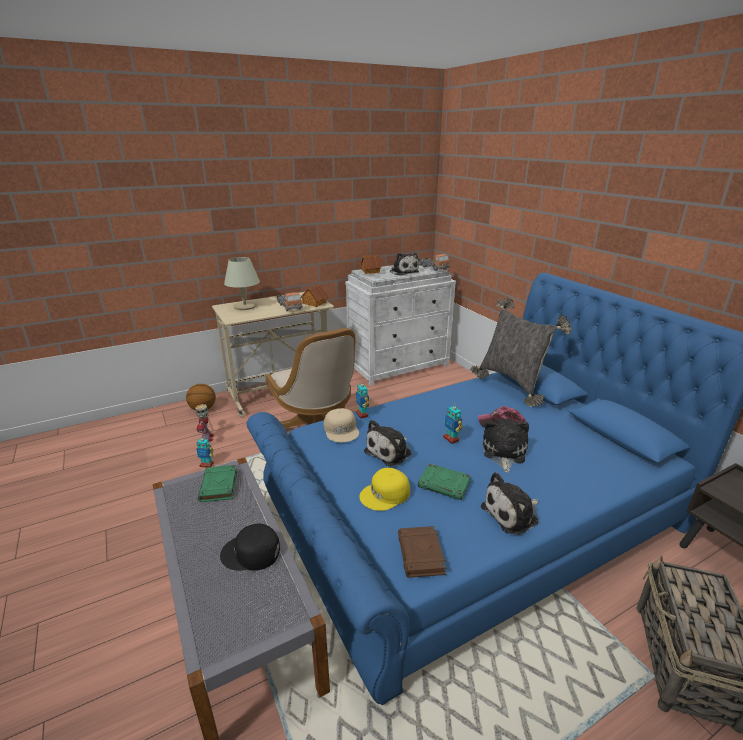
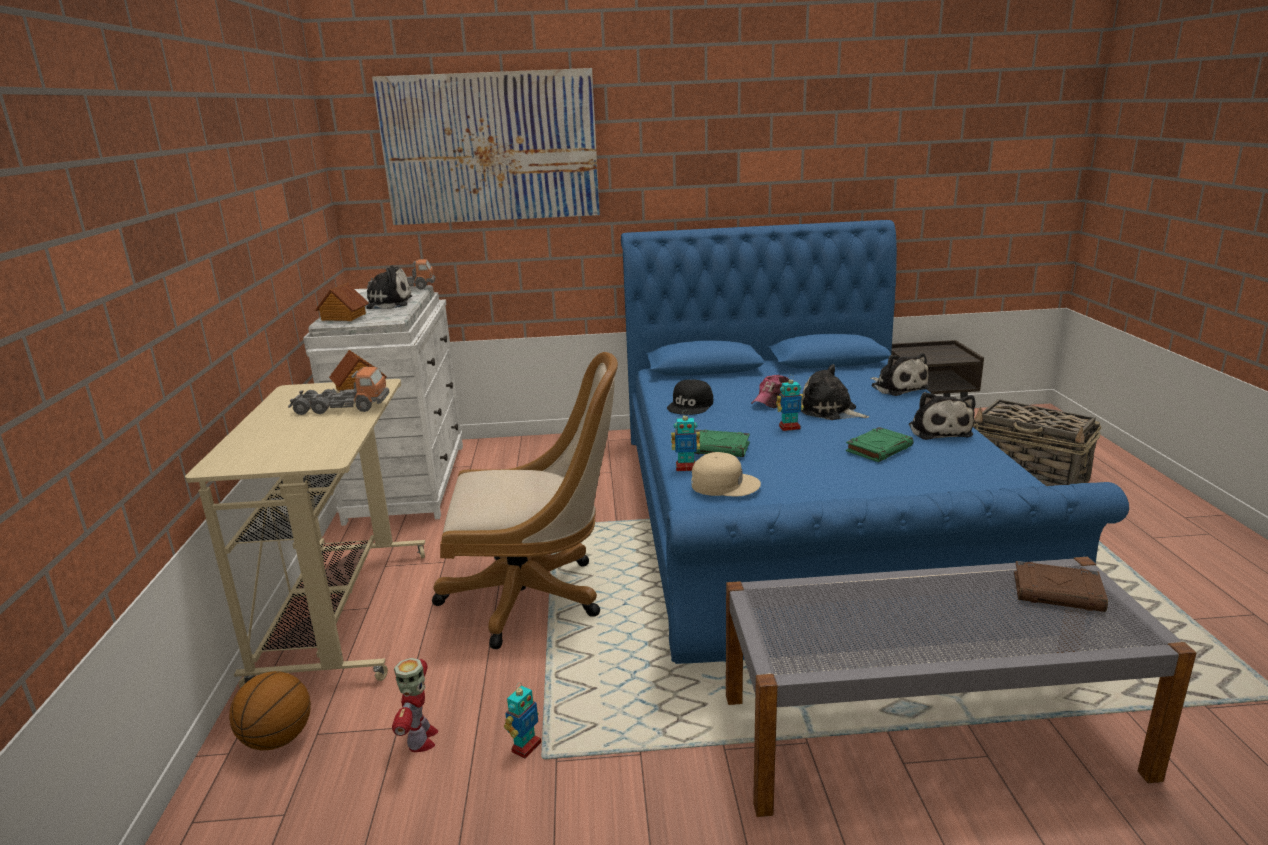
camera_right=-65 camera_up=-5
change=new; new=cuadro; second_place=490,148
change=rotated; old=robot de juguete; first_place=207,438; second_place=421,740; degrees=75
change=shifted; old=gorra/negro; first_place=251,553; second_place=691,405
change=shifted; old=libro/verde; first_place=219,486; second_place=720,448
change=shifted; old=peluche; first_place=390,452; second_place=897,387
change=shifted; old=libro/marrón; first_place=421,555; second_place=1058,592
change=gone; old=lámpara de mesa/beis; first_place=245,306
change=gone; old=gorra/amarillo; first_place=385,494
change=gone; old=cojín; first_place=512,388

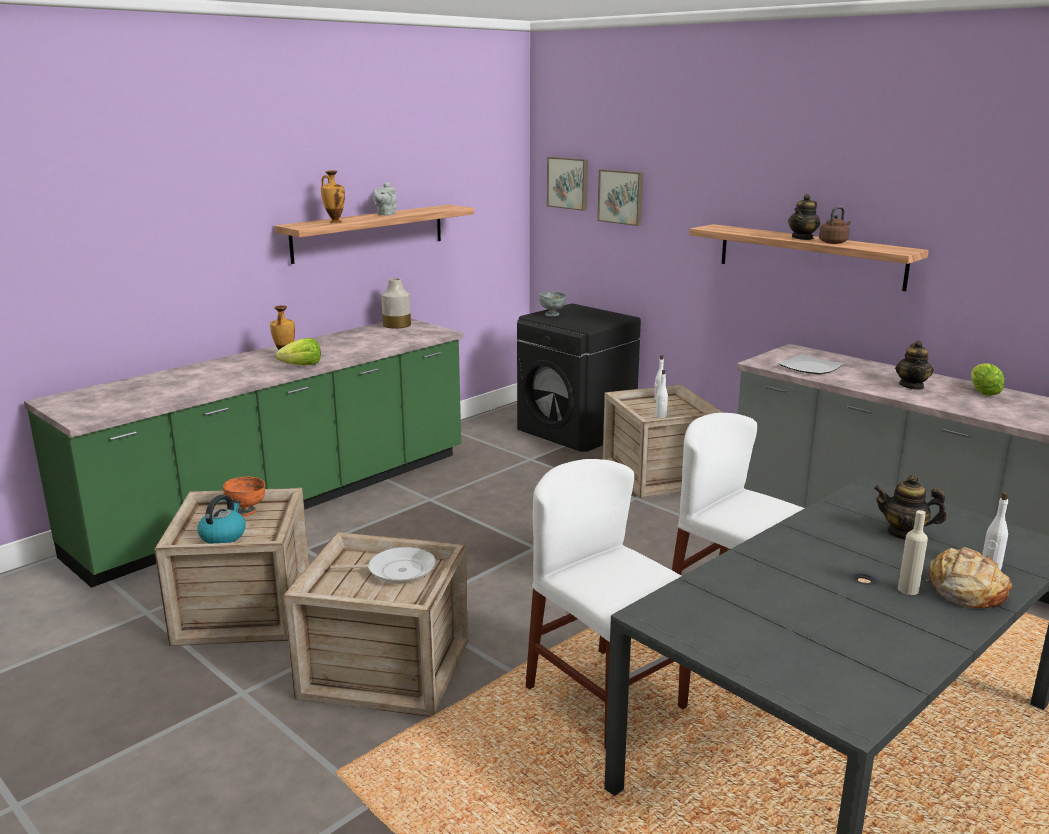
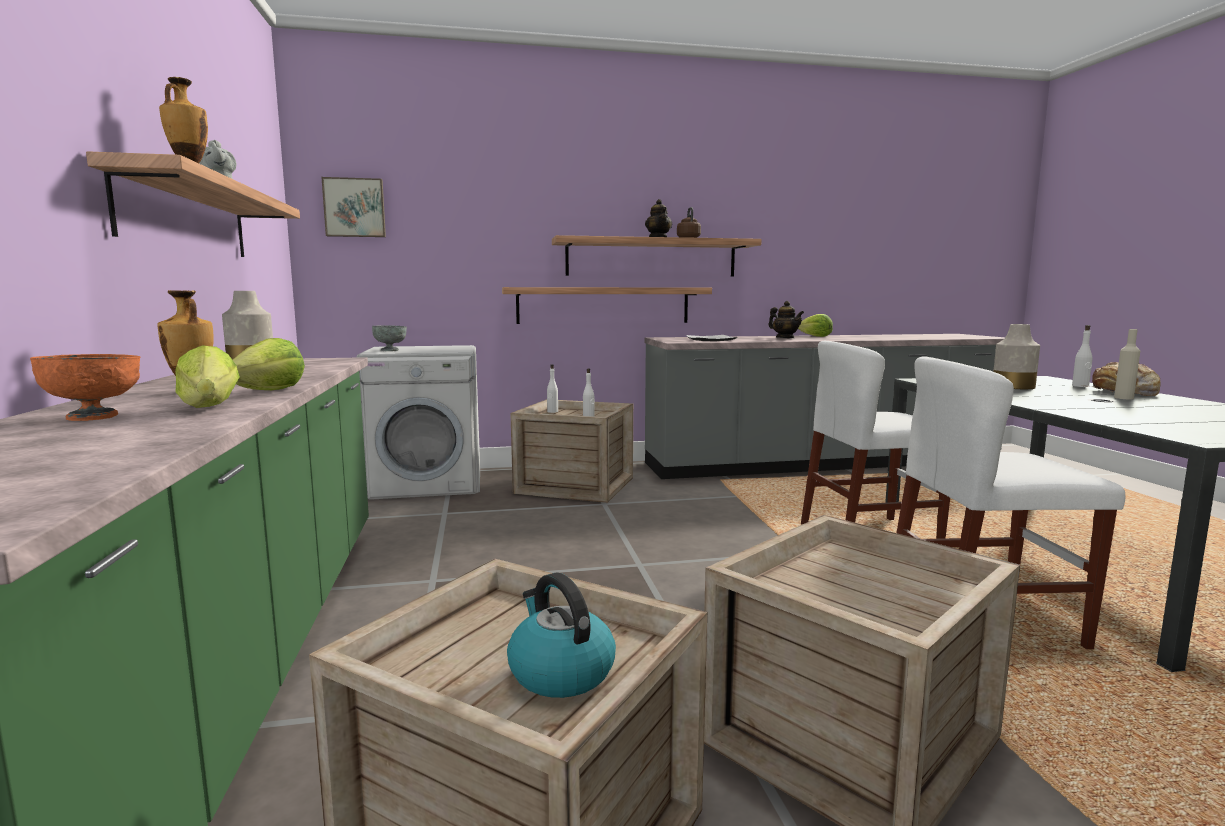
camera_right=-55 camera_up=-10
change=shifted; old=cuenco/naranja; first_place=246,511; second_place=94,417
change=new; new=lechuga; second_place=210,407
change=repainted; old=lavadora/negro; new=lavadora/blanco; first_place=575,431; second_place=428,484
change=new; new=estante; second_place=603,305
change=swapped; old=tetera; new=florero/beis; first_place=904,533; second_place=1014,386
change=gone; old=sartén; first_place=397,570
change=gone; old=cuadro; first_place=621,197

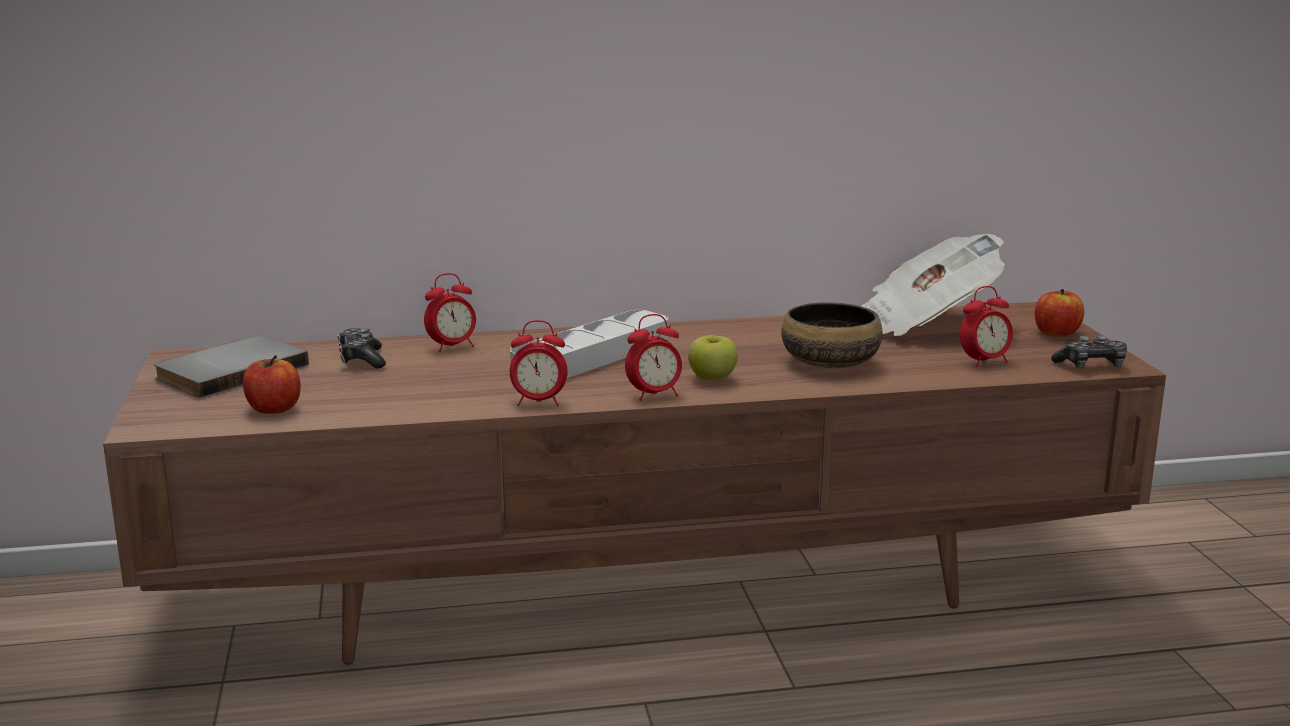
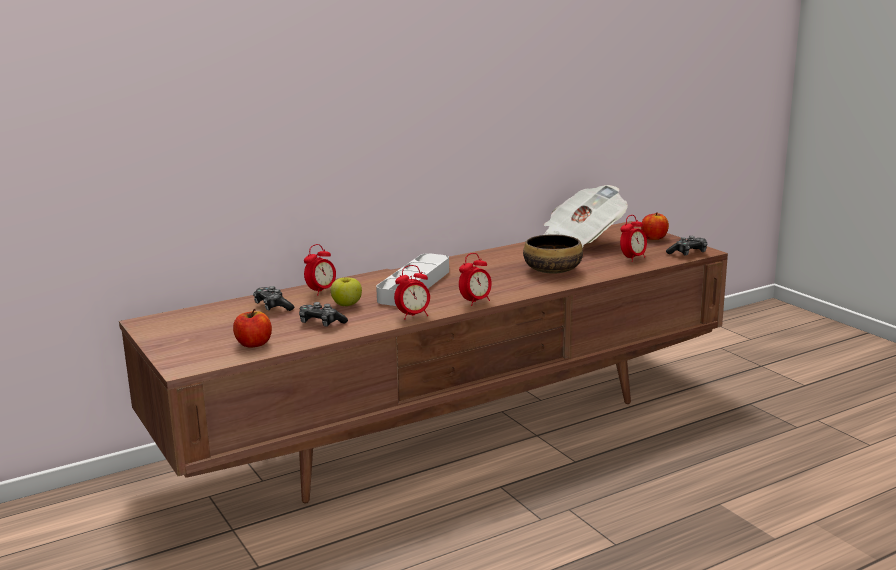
camera_right=-20 camera_up=0
change=new; new=mando de consola; second_place=321,323
change=shifted; old=manzana; first_place=712,378; second_place=347,304
change=gone; old=libro/gris; first_place=229,371

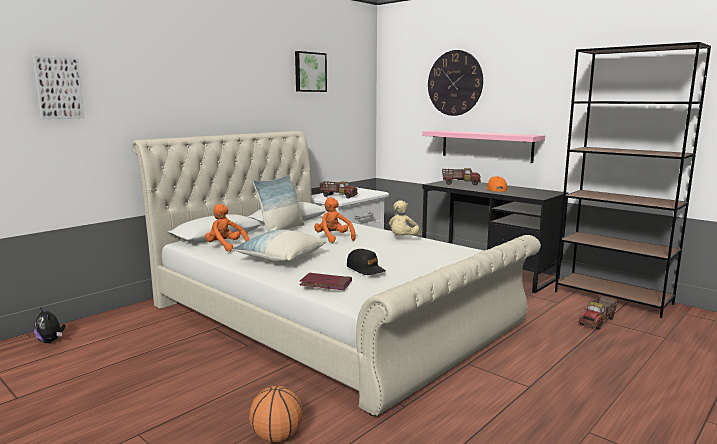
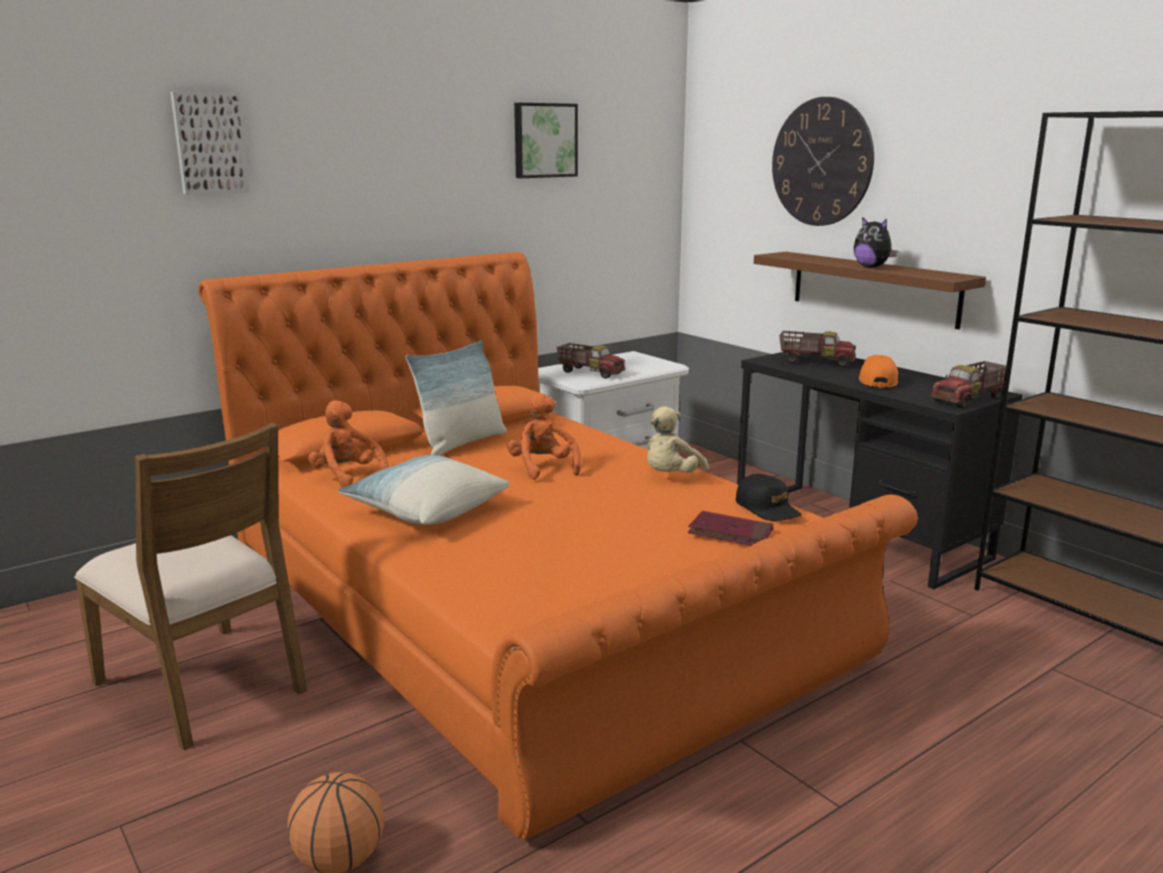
camera_right=10 camera_up=5
change=new; new=silla/marrón; second_place=204,685
change=shifted; old=cuadro; first_place=58,88; second_place=209,143
change=repainted; old=cama/beis; new=cama/naranja; first_place=328,314; second_place=524,605
change=shifted; old=libro/rojo; first_place=326,284; second_place=730,533
change=shifted; old=gorra/negro; first_place=366,269; second_place=767,509
change=repainted; old=estante/rosa; new=estante/marrón; first_place=486,145; second_place=874,288
change=shifted; old=peluche; first_place=51,341; second_place=872,267
change=shifted; old=camión de juguete; first_place=598,321; second_place=970,400

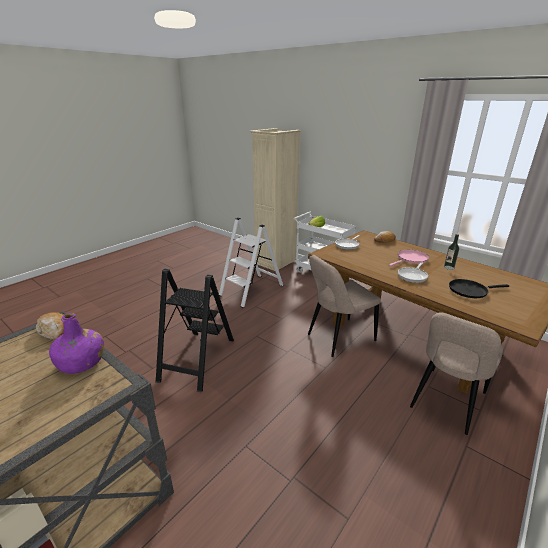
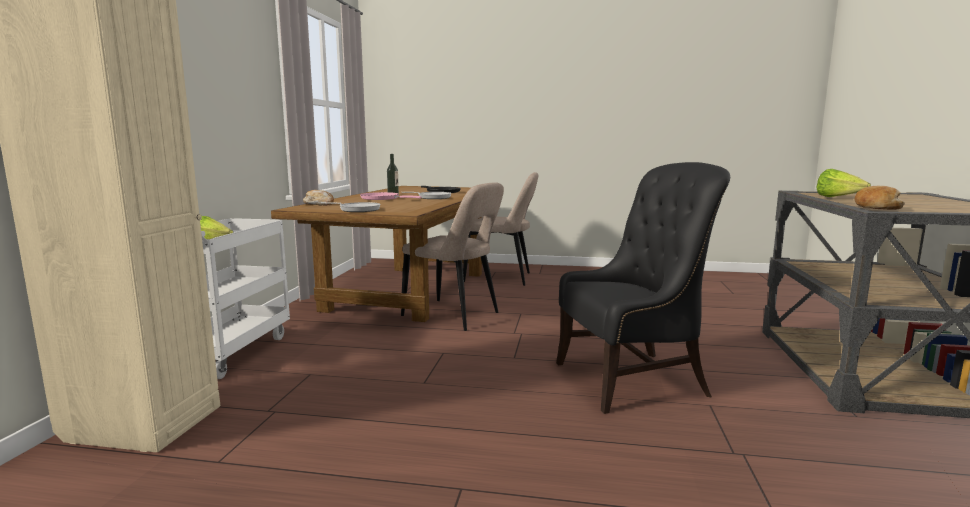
camera_right=-120 camera_up=-15
change=swapped; old=escalera de tijera/negro; new=silla/negro; first_place=197,360; second_place=632,379
change=swapped; old=botella/morado; new=lechuga; first_place=82,362; second_place=838,198
change=gone; old=escalera de tijera/blanco; first_place=252,290

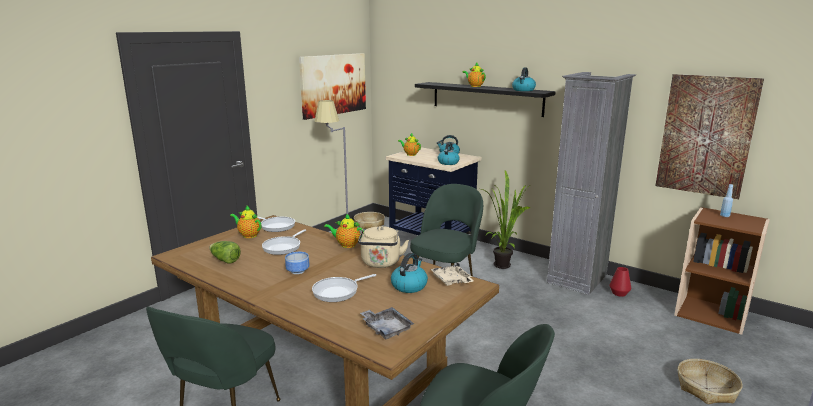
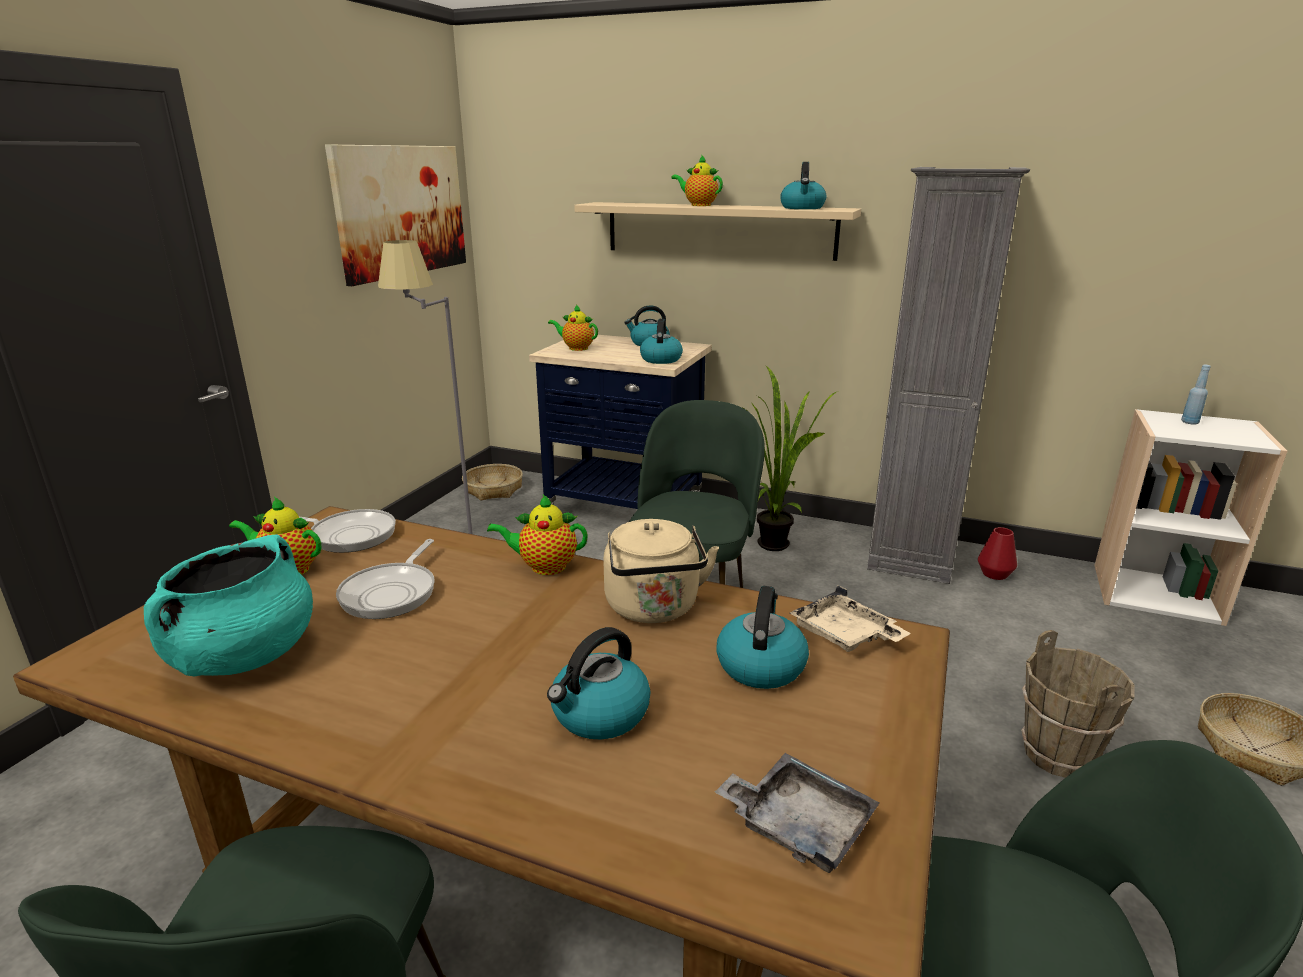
camera_right=-15 camera_up=5
change=swapped; old=lechuga; new=olla/turquesa; first_place=225,260; second_place=244,656
change=swapped; old=sartén; new=hervidor; first_place=338,291; second_place=599,714
change=repainted; old=estante/negro; new=estante/beis; first_place=486,98; second_place=719,230
change=new; new=cubo/marrón; second_place=1059,755
change=repainted; old=estantería/marrón; new=estantería/blanco; first_place=712,314; second_place=1157,593
change=gone; old=cuenco; first_place=299,271
change=gone; old=cuadro; first_place=706,135

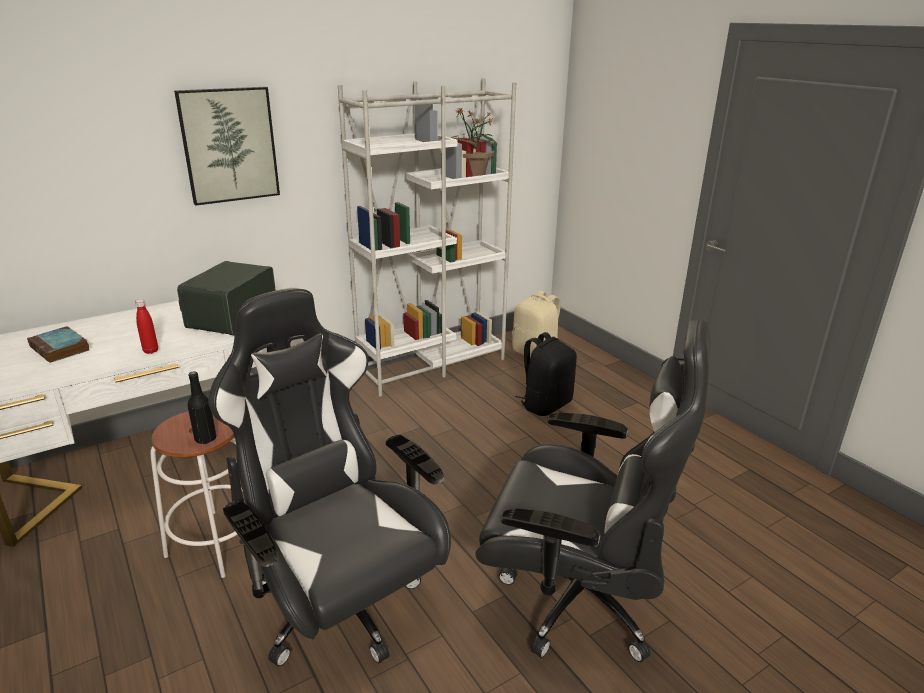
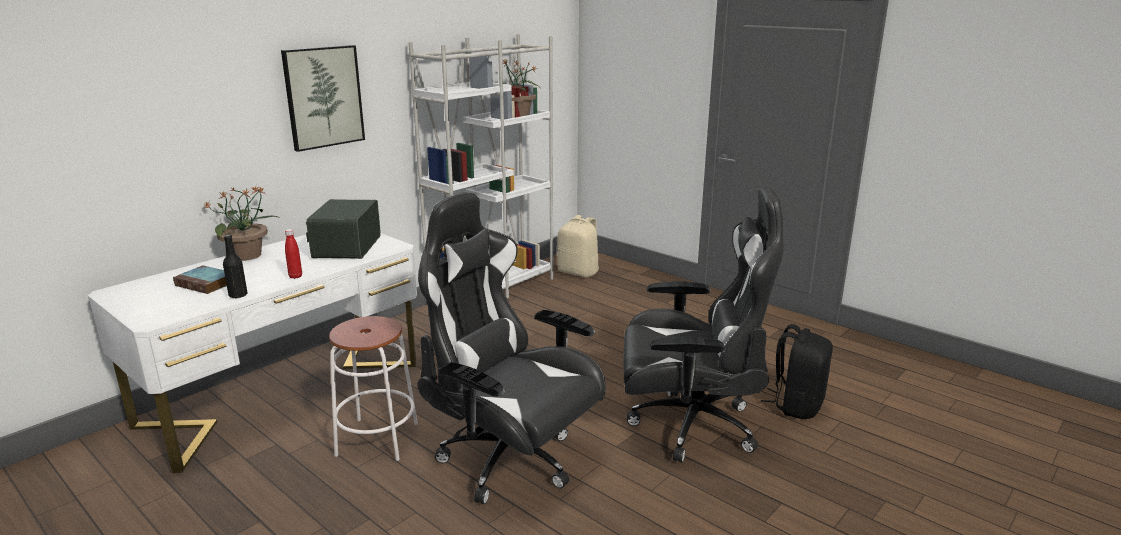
camera_right=-15 camera_up=-5
change=new; new=planta en maceta; second_place=247,255
change=shifted; old=botella/negro; first_place=205,439; second_place=238,295
change=shifted; old=mochila/negro; first_place=545,404; second_place=796,405

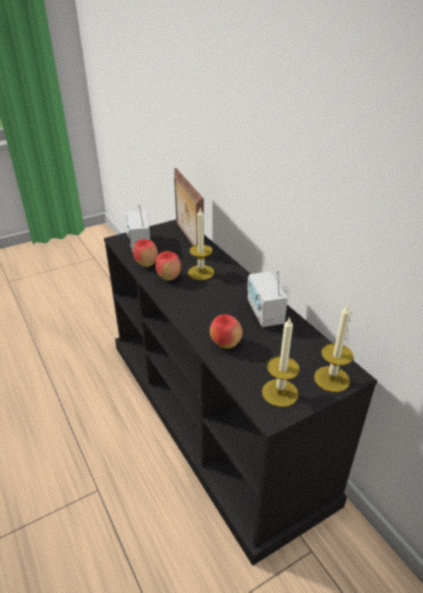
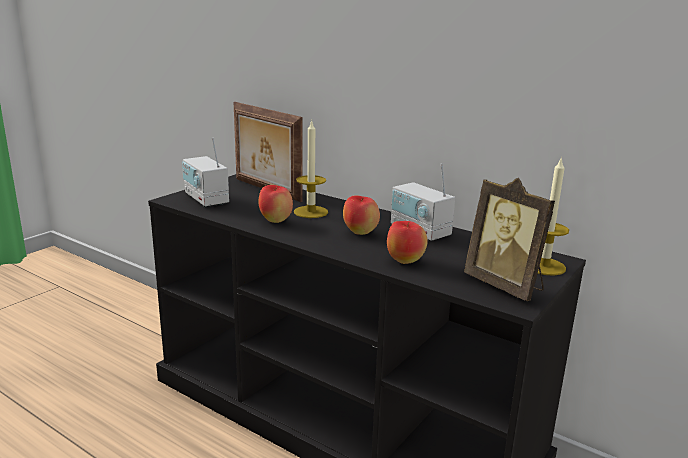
camera_right=-25 camera_up=-15
change=shifted; old=manzana; first_place=146,264; second_place=360,233
change=swapped; old=vela; new=portarretratos; first_place=280,393; second_place=506,286

